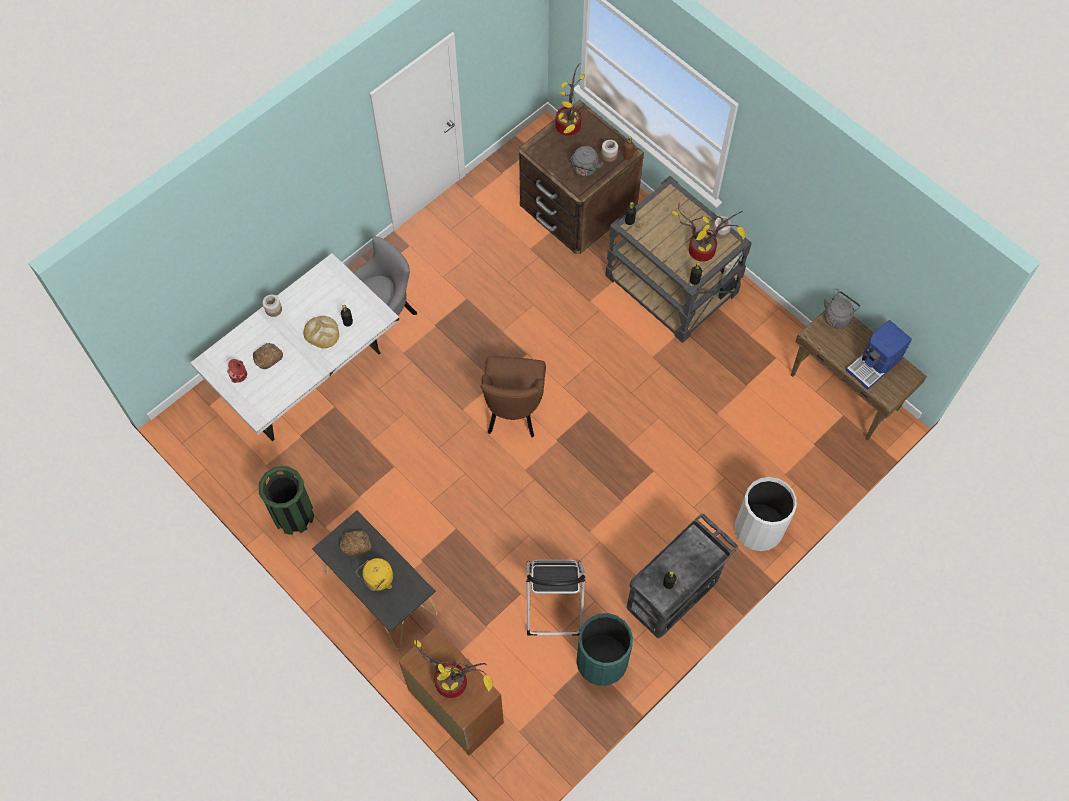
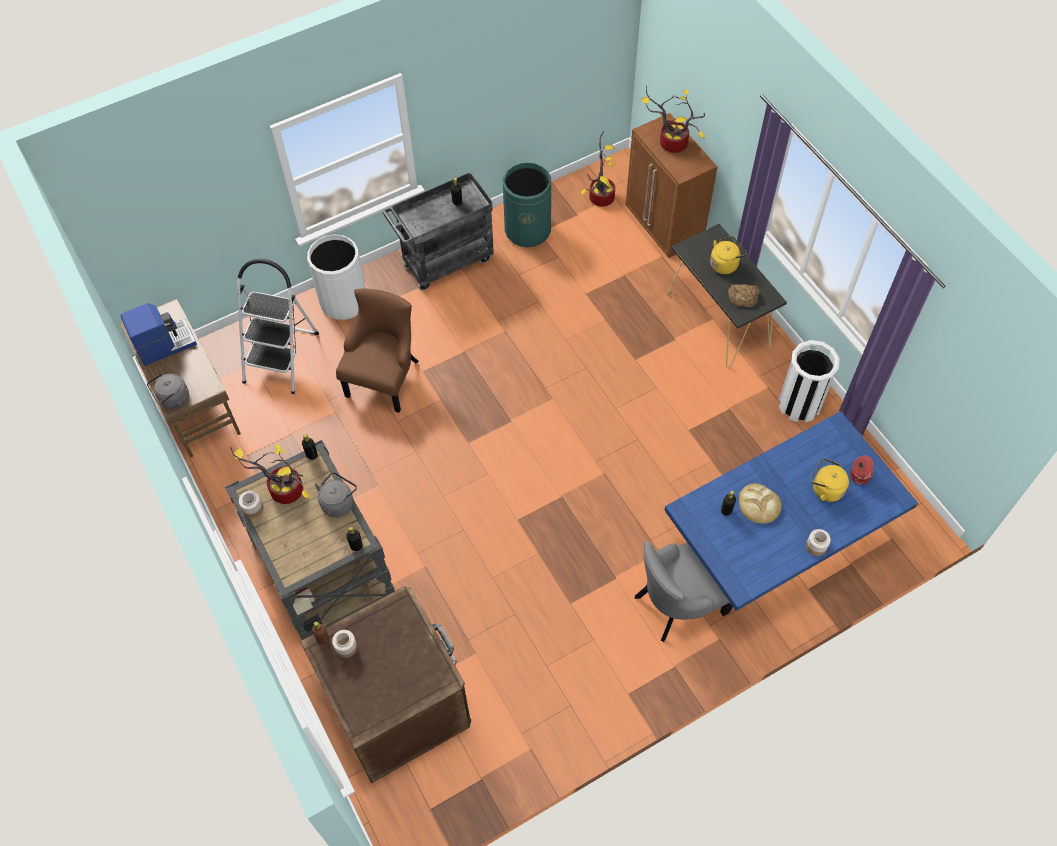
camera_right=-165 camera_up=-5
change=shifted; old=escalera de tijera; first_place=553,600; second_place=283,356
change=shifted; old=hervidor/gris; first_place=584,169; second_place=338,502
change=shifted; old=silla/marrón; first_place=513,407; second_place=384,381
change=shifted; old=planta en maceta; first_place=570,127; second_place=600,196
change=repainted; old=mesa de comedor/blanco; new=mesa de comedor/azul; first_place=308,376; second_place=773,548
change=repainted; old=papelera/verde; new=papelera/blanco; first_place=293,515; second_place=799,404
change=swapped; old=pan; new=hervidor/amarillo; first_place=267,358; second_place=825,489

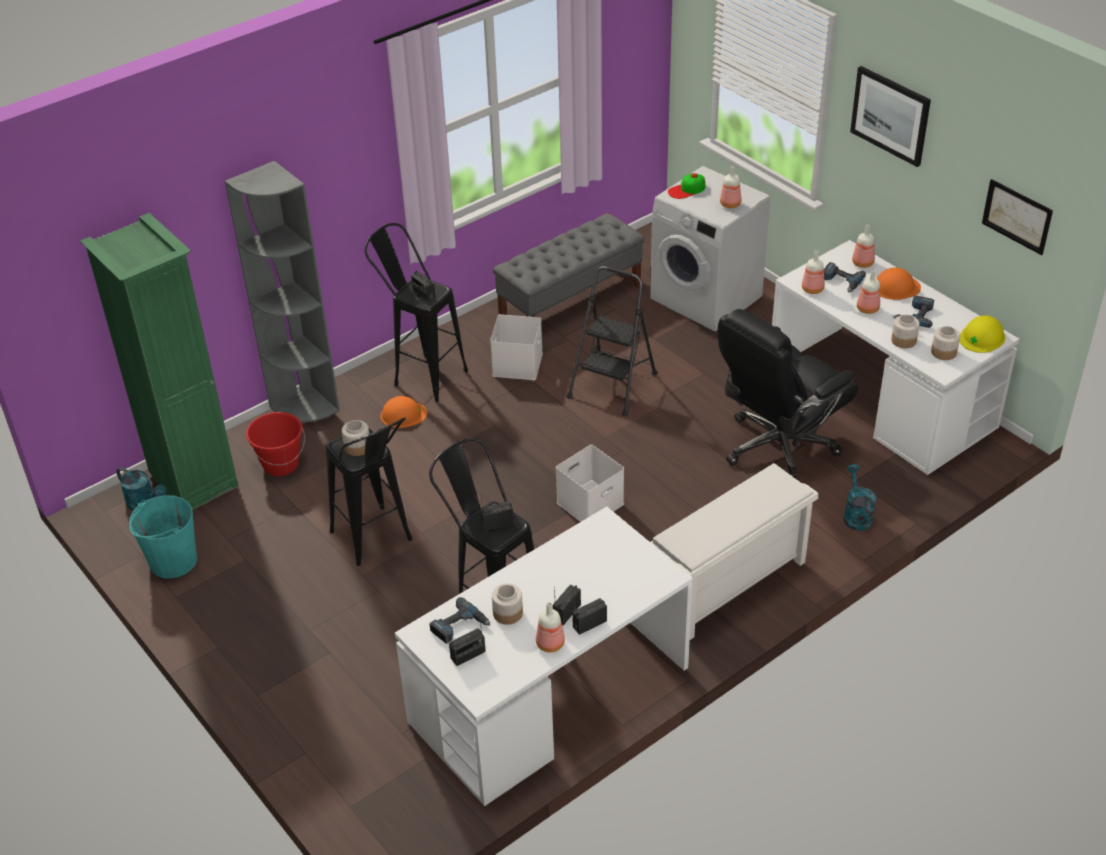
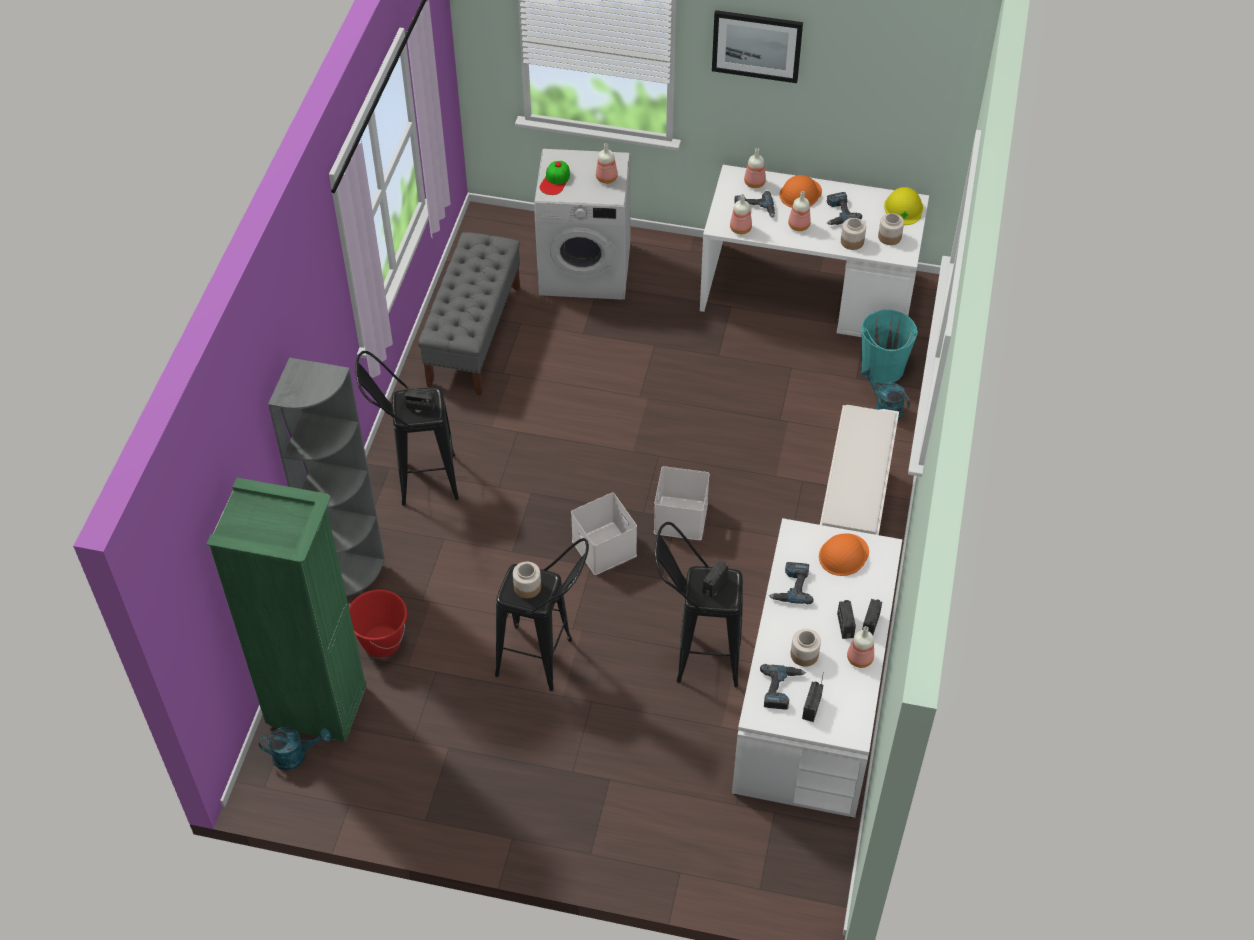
camera_right=-40 camera_up=10
change=shifted; old=caja de almacenaje/blanco; first_place=516,363; second_place=602,547
change=new; new=taladro; second_place=791,586
change=shifted; old=casco/naranja; first_place=403,414; second_place=843,555
change=shifted; old=cubo/turquesa; first_place=172,561; second_place=882,368
change=gone; old=escalera de tijera/negro; first_place=613,383
change=gone; old=silla de oficina/negro; first_place=779,447
change=gone; old=cuadro; first_place=1017,216

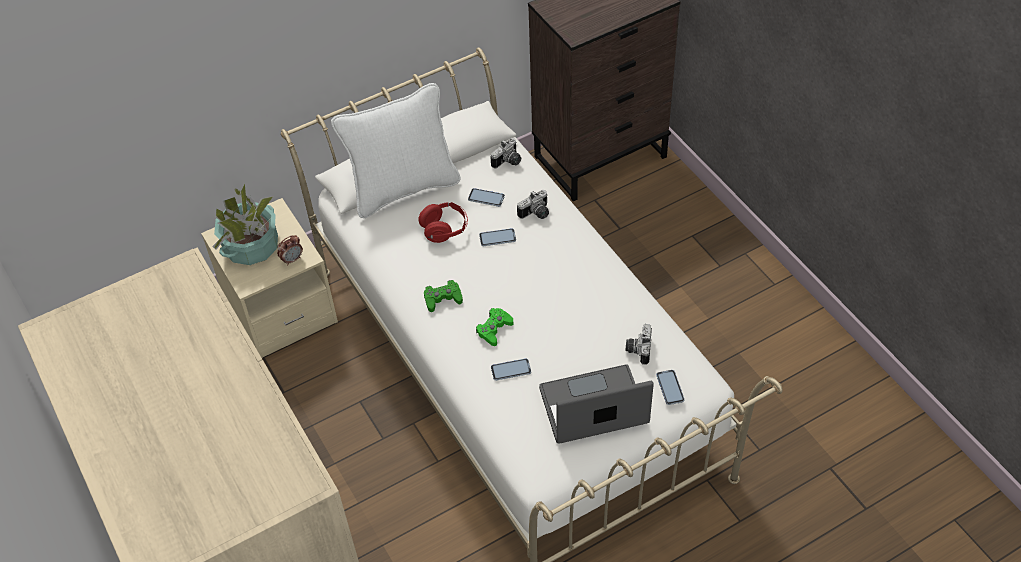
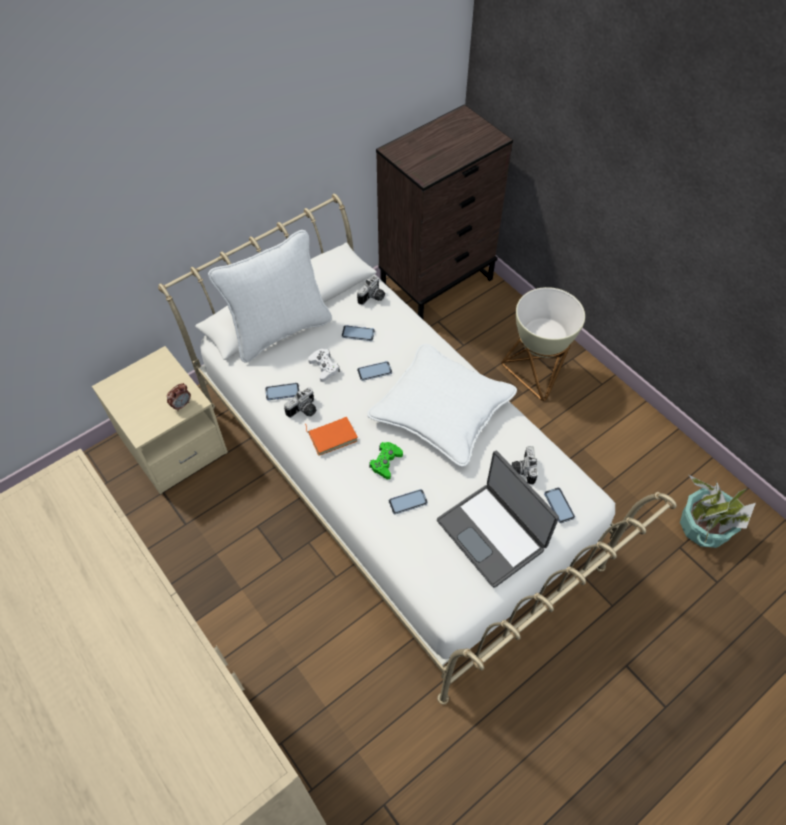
camera_right=-10 camera_up=5
change=new; new=móvil; second_place=282,392
change=shifted; old=cámara; first_place=536,214; second_place=304,411
change=swapped; old=mando de consola/verde; new=libro/naranja; first_place=443,299; second_place=332,436
change=swapped; old=auriculares/rojo; new=mando de consola/blanco; first_place=444,229; second_place=324,367
change=new; new=cojín/blanco; second_place=442,409
change=rotated; old=portátil; first_place=594,408; second_place=492,534; degrees=-105
change=new; new=maceta; second_place=535,372
change=shifted; old=planta en maceta; first_place=252,247; second_place=704,526

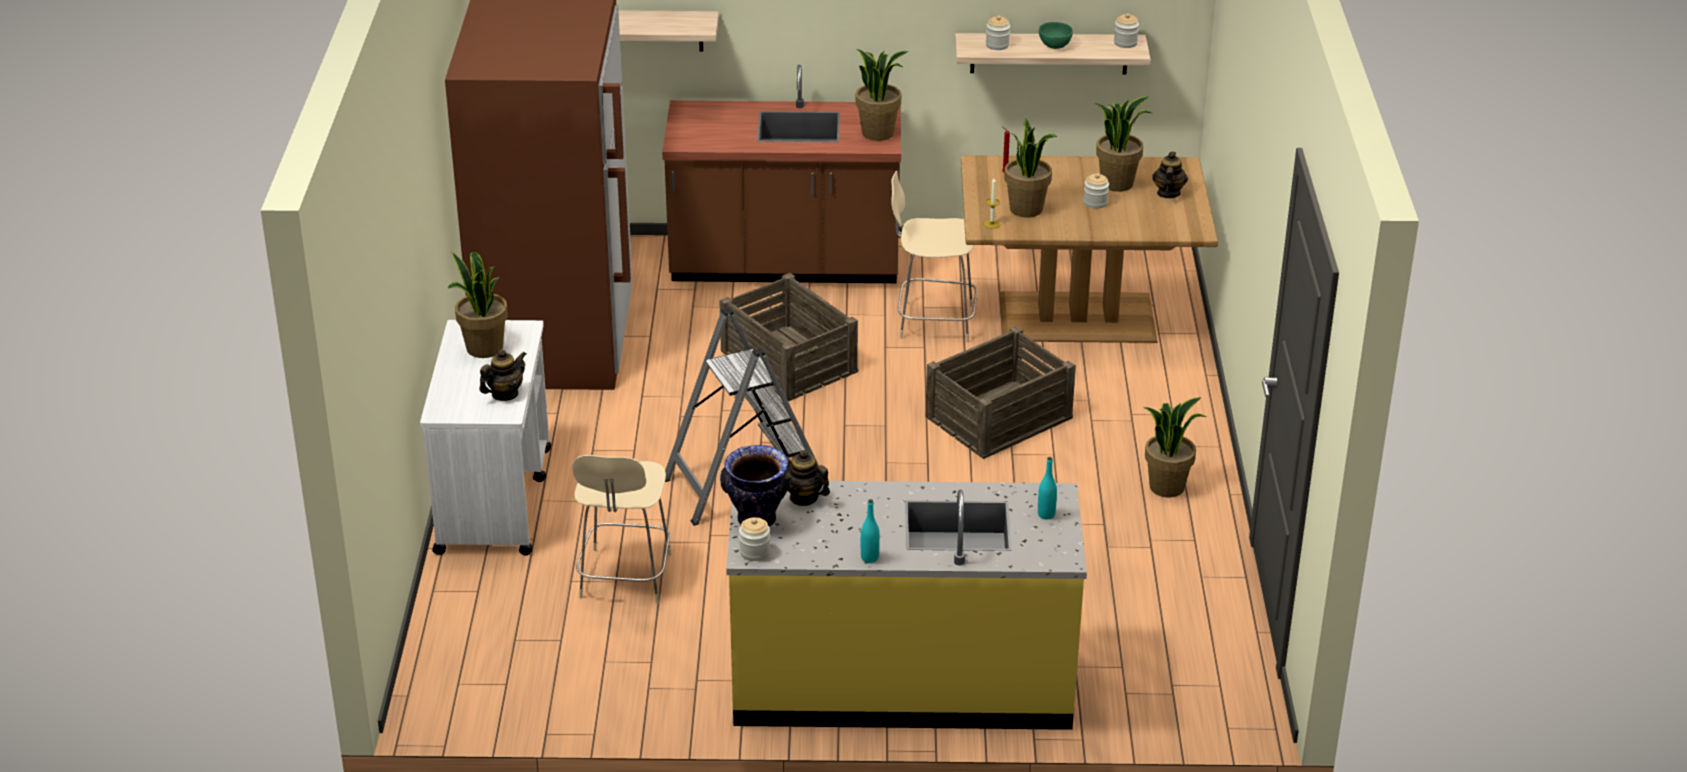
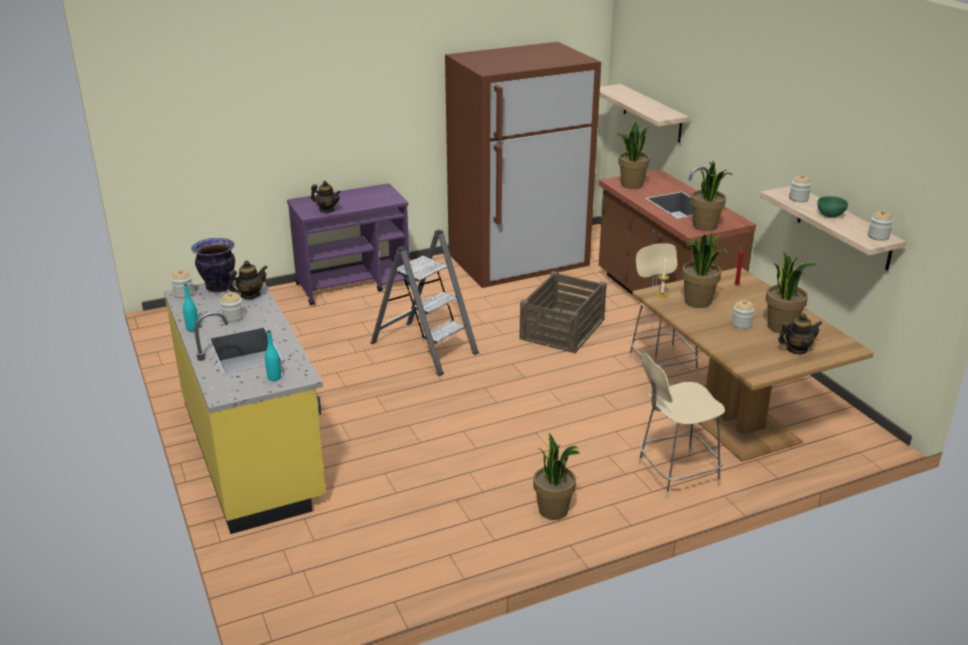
camera_right=65 camera_up=-5
change=new; new=tarro; second_place=233,317
change=rotated; old=tetera; first_place=804,497; second_place=250,295; degrees=45
change=repainted; old=carrito/blanco; new=carrito/morado; first_place=495,499; second_place=354,285
change=shifted; old=planta en maceta; first_place=483,348; second_place=631,185
change=shifted; old=silla/beis; first_place=624,578; second_place=675,475
change=gone; old=caja de embalaje; first_place=997,417

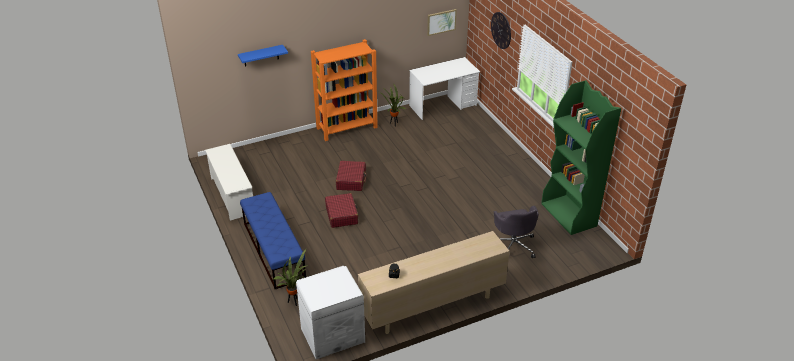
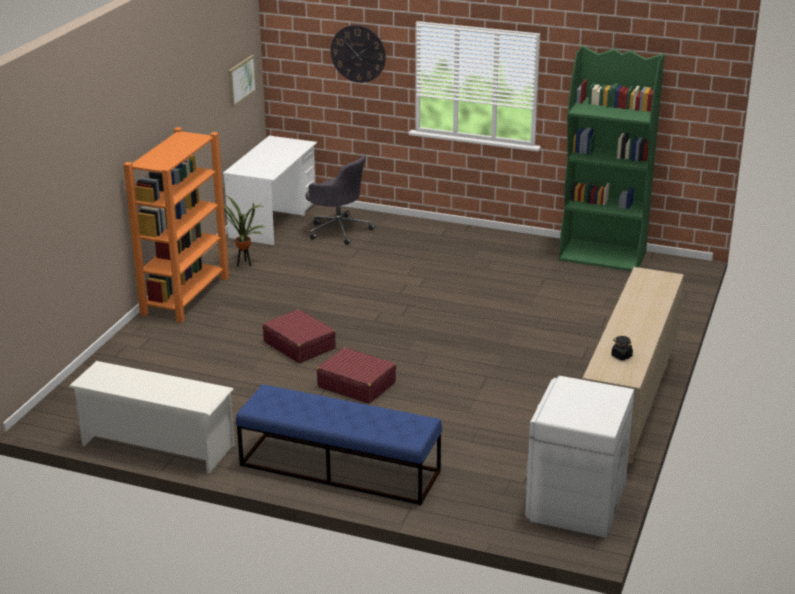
camera_right=-45 camera_up=-10
change=shifted; old=silla de oficina/gris; first_place=513,245; second_place=338,230
change=gone; old=estante/azul; first_place=261,55
change=gone; old=planta en maceta; first_place=294,302

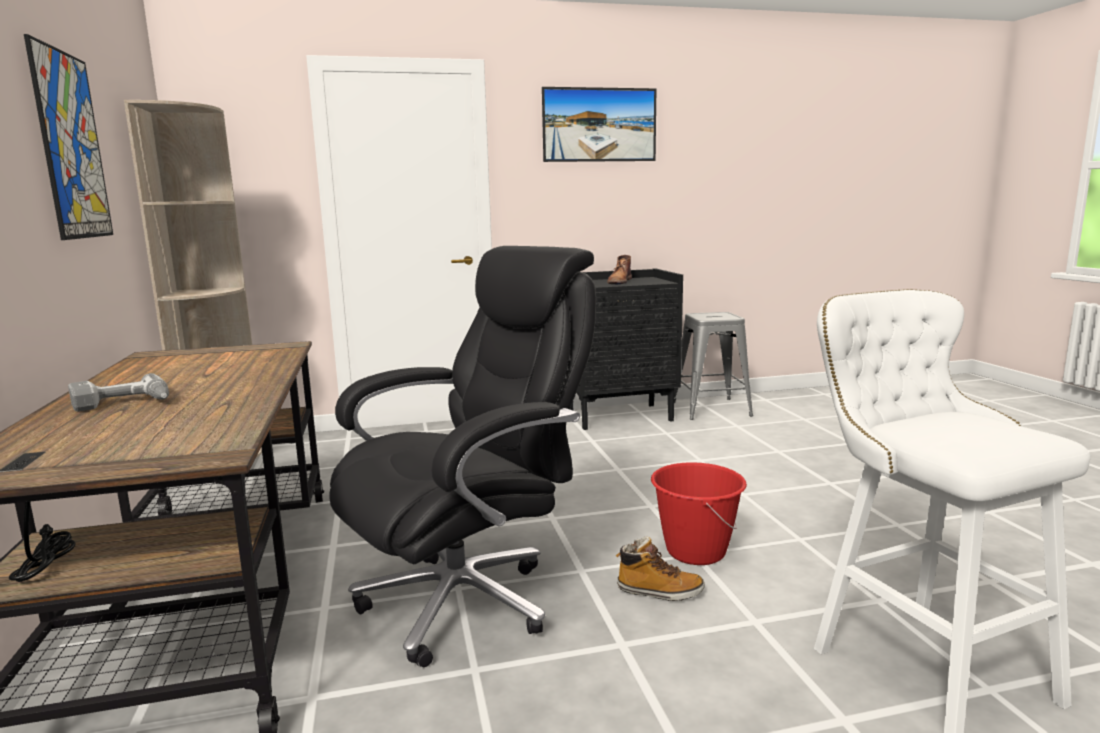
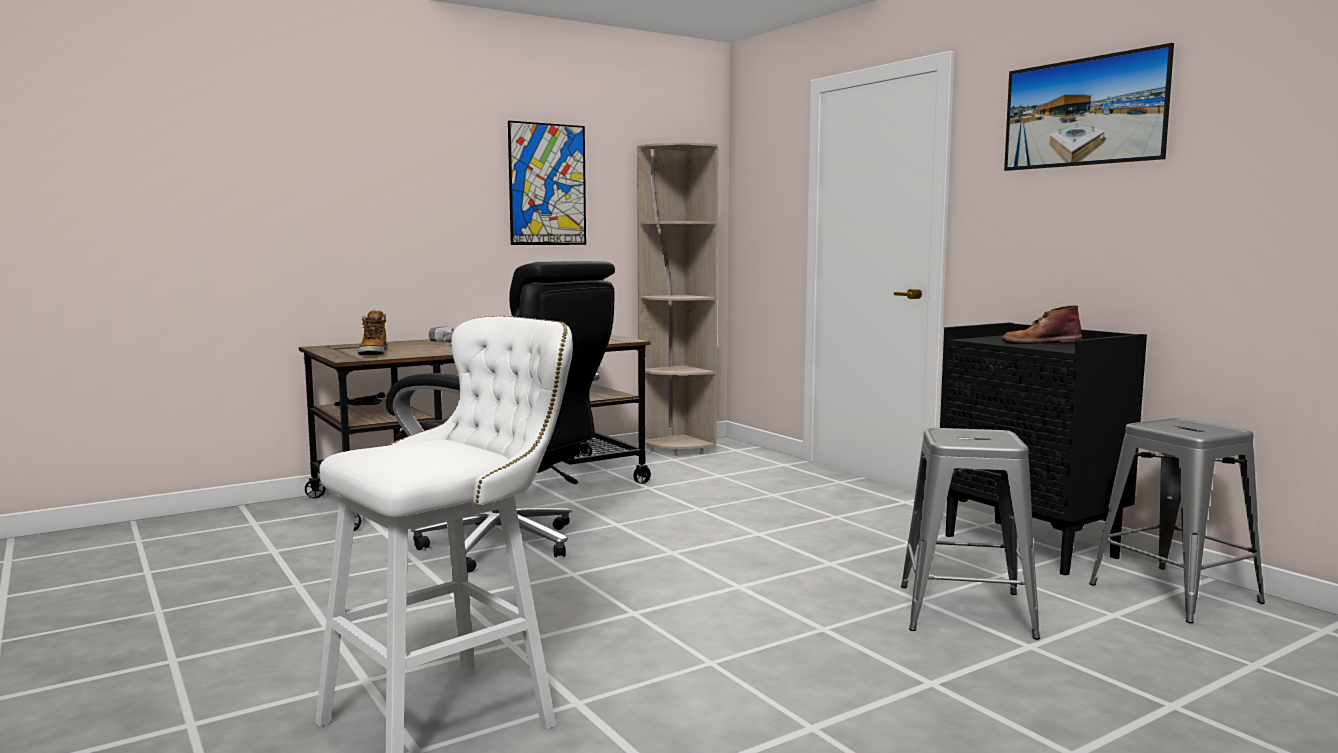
camera_right=70 camera_up=-5
change=shifted; old=bota; first_place=659,591; second_place=373,353
change=new; new=taburete/gris; second_place=965,611
change=gone; old=cubo/rojo; first_place=695,551

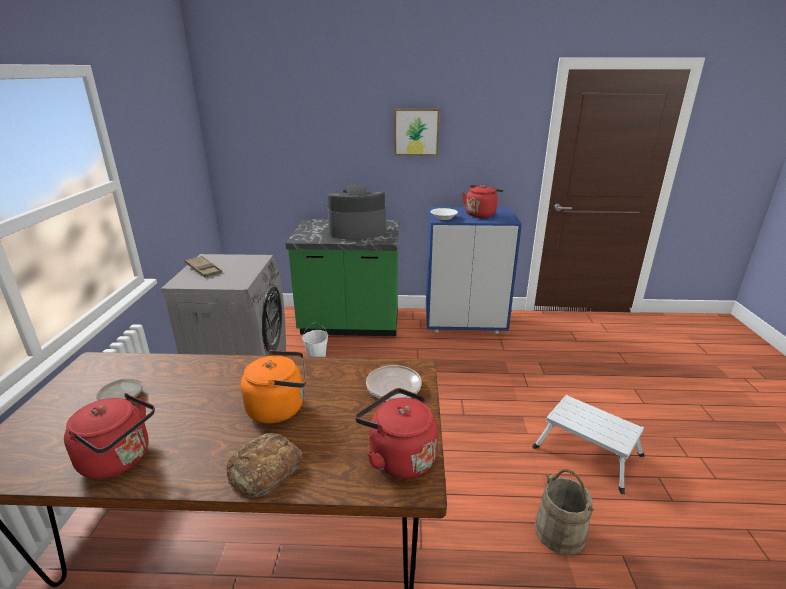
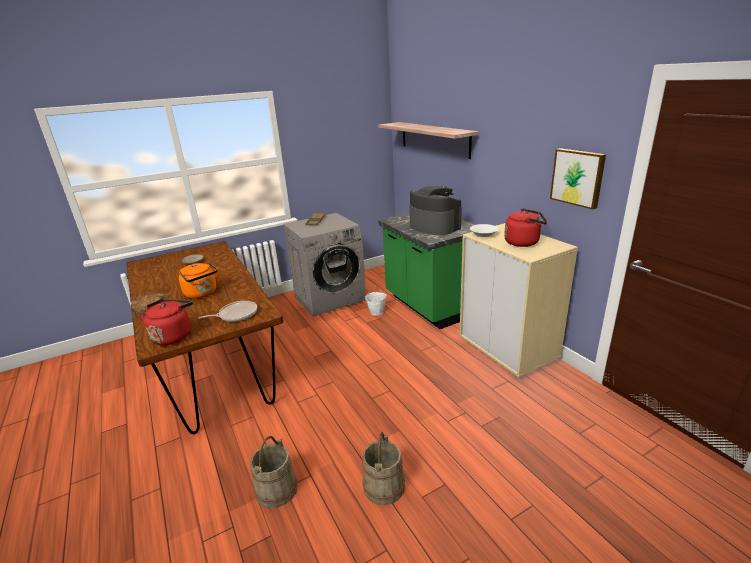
camera_right=60 camera_up=0
change=swapped; old=escalera de tijera/blanco; new=cubo/beis; first_place=588,451; second_place=384,486
change=new; new=estante; second_place=434,139
change=repainted; old=armario/azul; new=armario/beis; first_place=465,323; second_place=507,352
change=shifted; old=cuadro; first_place=416,132; second_place=578,177
change=gone; old=hervidor/rojo; first_place=120,460

